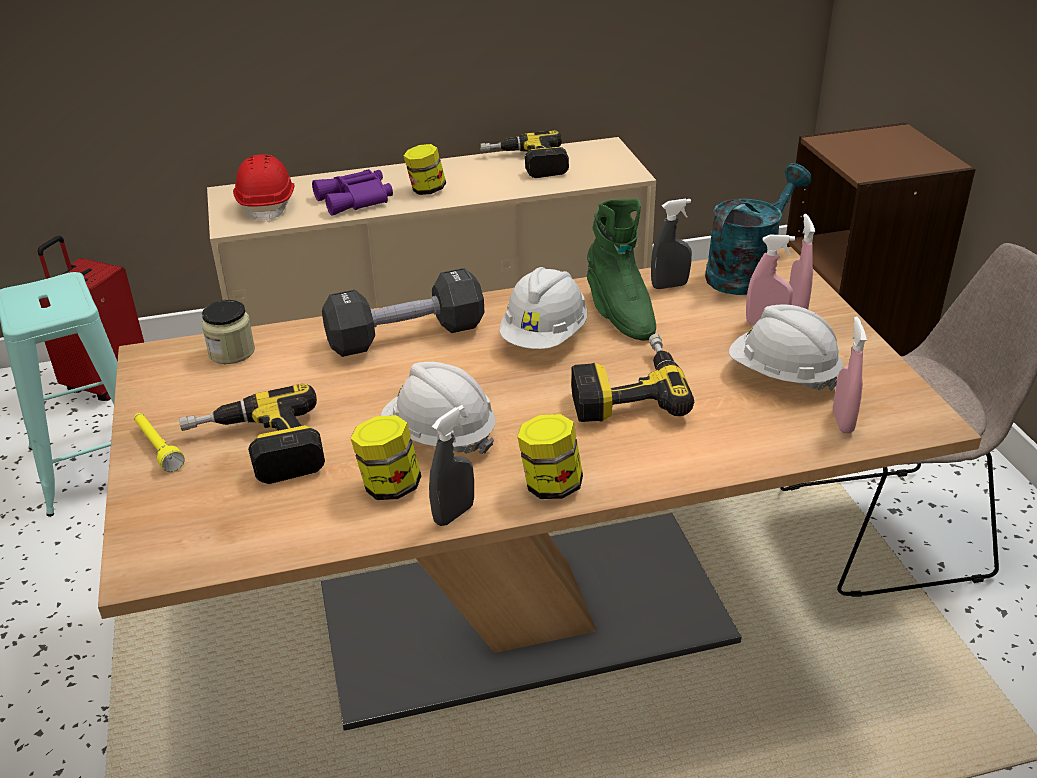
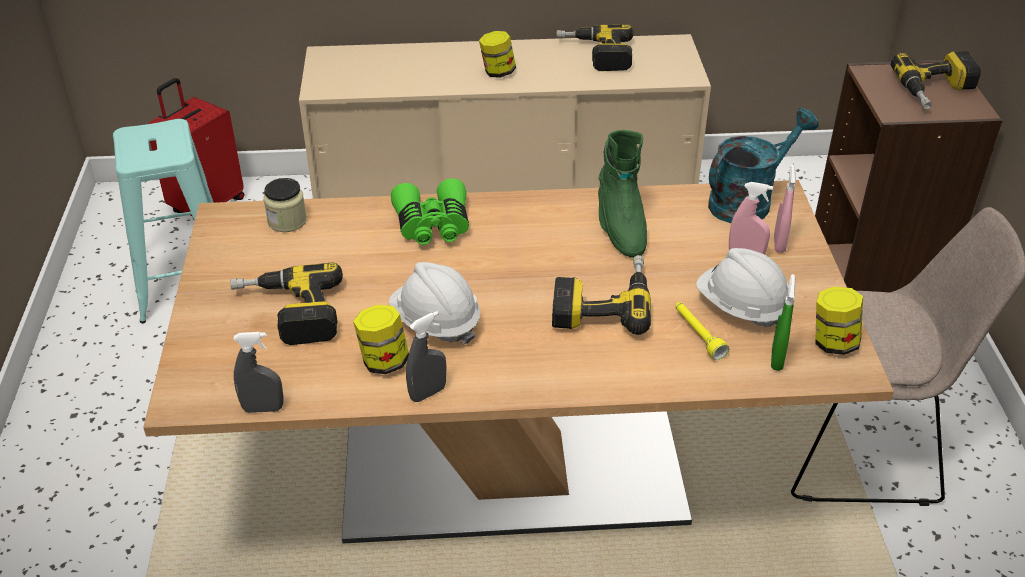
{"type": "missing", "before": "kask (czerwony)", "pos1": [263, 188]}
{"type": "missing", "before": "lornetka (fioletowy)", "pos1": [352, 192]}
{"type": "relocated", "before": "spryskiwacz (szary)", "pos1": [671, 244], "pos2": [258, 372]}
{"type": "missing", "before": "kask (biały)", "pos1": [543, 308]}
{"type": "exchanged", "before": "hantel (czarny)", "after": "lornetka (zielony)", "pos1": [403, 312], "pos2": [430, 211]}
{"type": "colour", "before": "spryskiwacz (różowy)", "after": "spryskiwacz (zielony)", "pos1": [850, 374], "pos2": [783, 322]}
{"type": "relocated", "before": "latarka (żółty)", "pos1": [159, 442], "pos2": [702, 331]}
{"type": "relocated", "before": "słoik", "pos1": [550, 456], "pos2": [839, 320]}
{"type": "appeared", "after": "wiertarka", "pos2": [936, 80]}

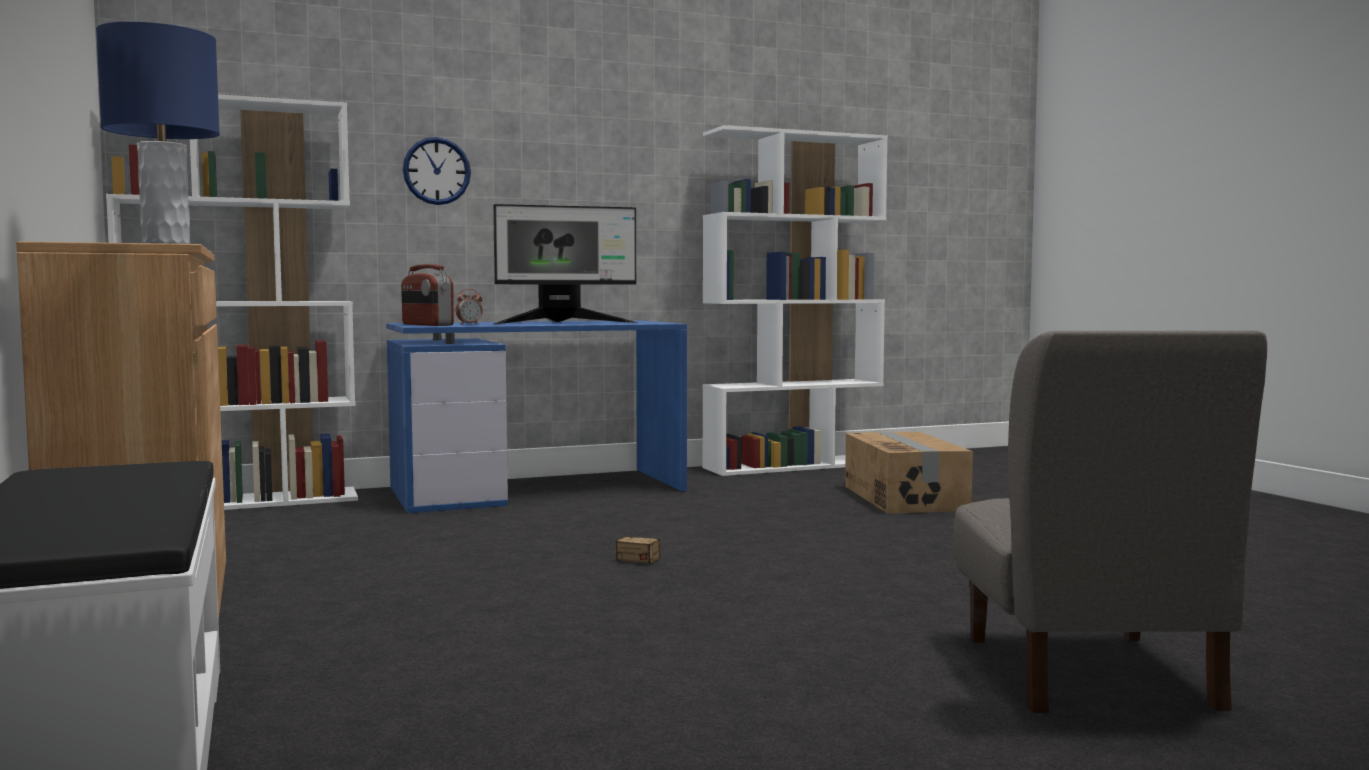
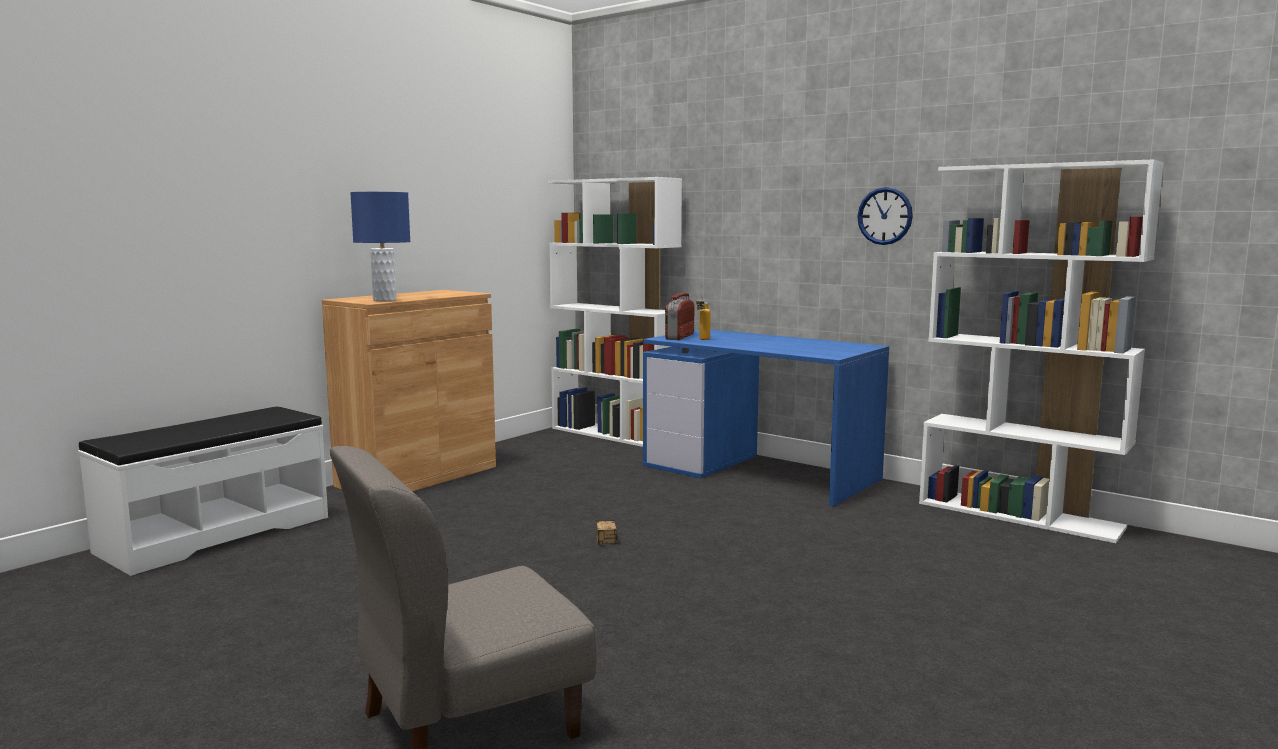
{"type": "relocated", "before": "zegar ścienny", "pos1": [437, 171], "pos2": [885, 216]}
{"type": "missing", "before": "monitor", "pos1": [565, 264]}
{"type": "exchanged", "before": "budzik", "after": "butelka", "pos1": [469, 307], "pos2": [703, 318]}
{"type": "missing", "before": "karton", "pos1": [909, 472]}

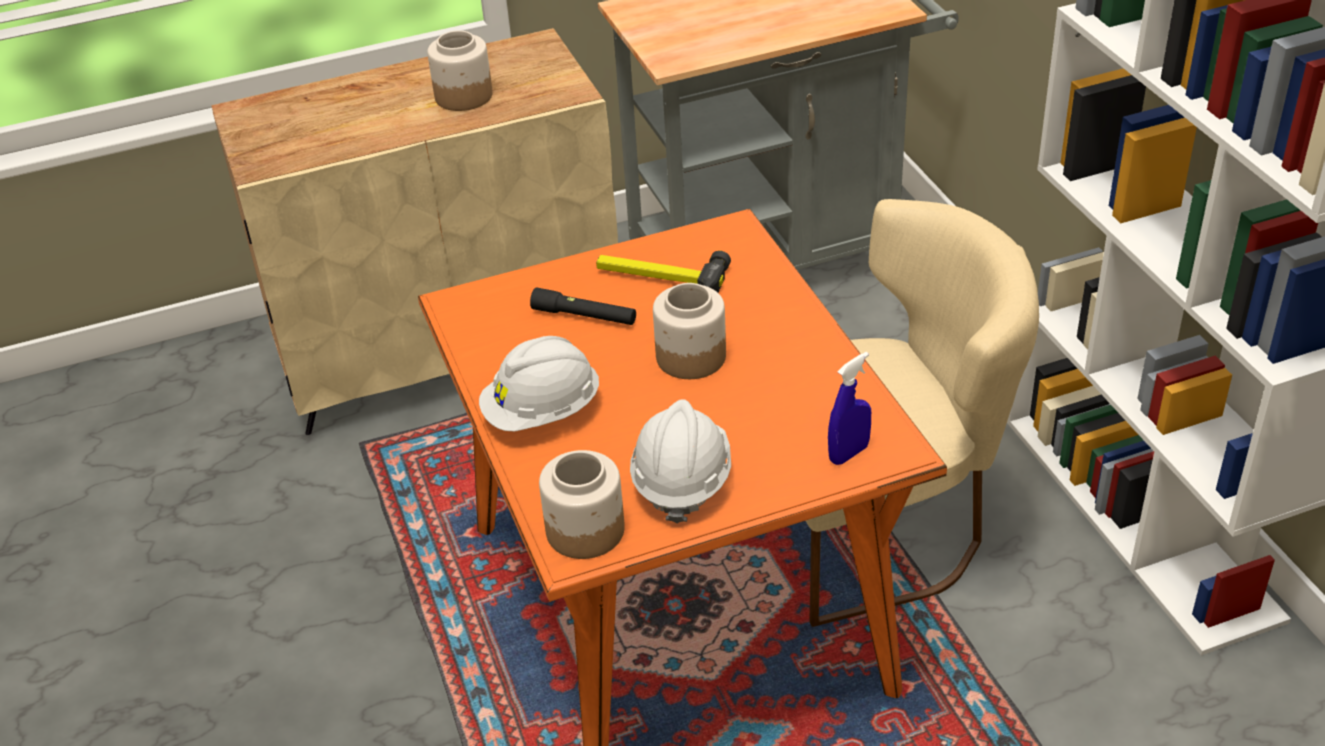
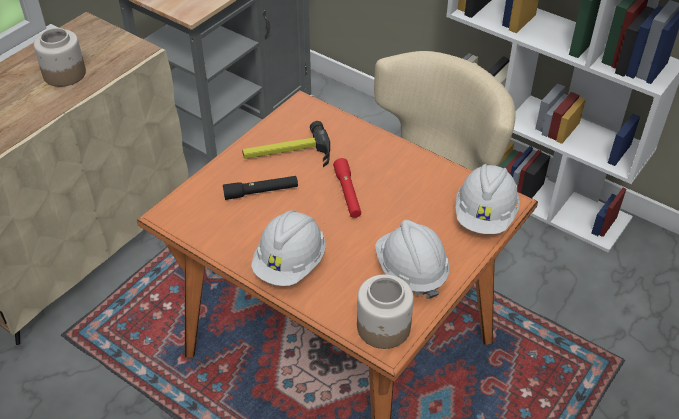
{"type": "exchanged", "before": "słoik", "after": "latarka (czerwony)", "pos1": [689, 331], "pos2": [347, 188]}
{"type": "exchanged", "before": "spryskiwacz (niebieski)", "after": "kask (biały)", "pos1": [849, 408], "pos2": [487, 199]}

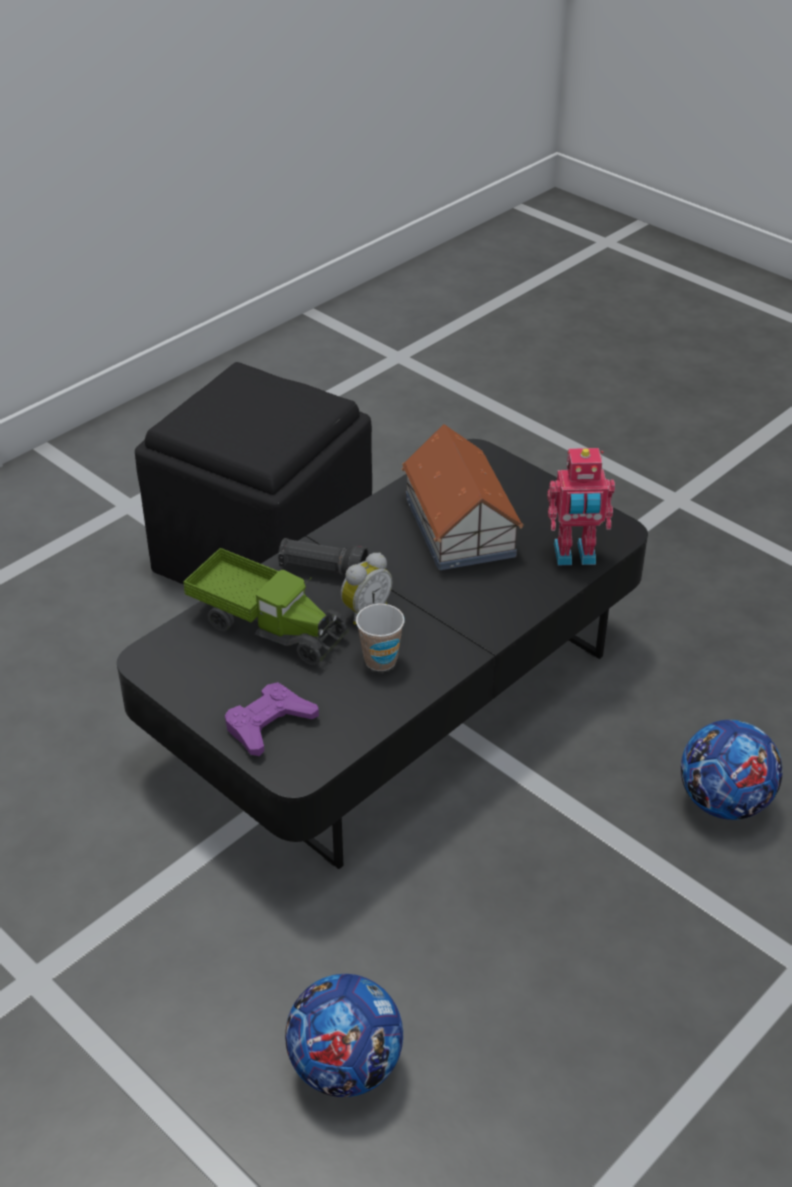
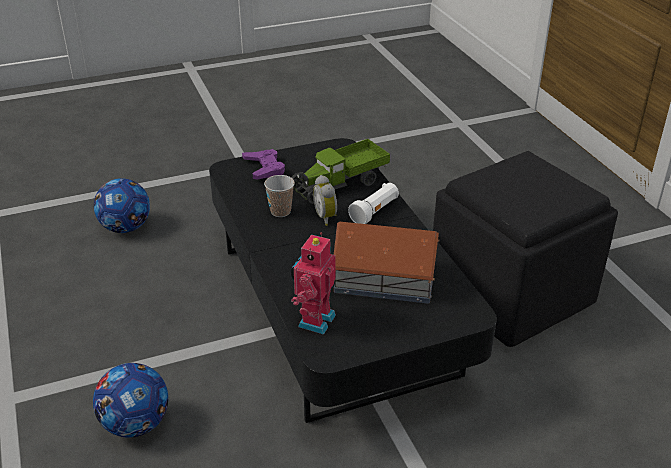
{"type": "colour", "before": "latarka (czarny)", "after": "latarka (biały)", "pos1": [323, 557], "pos2": [373, 203]}

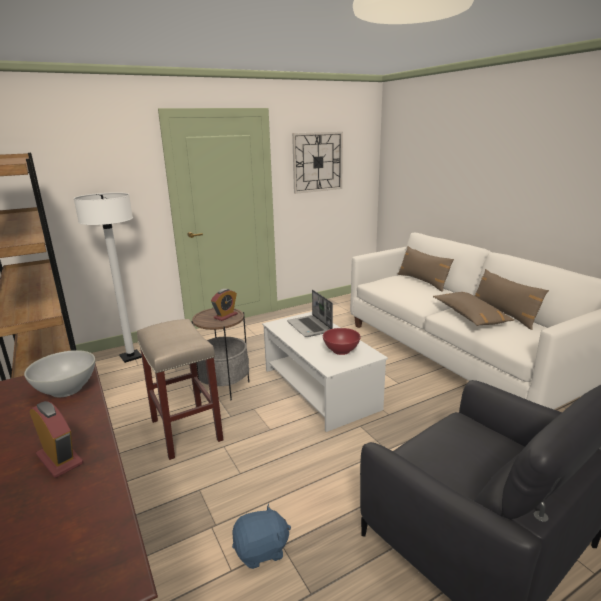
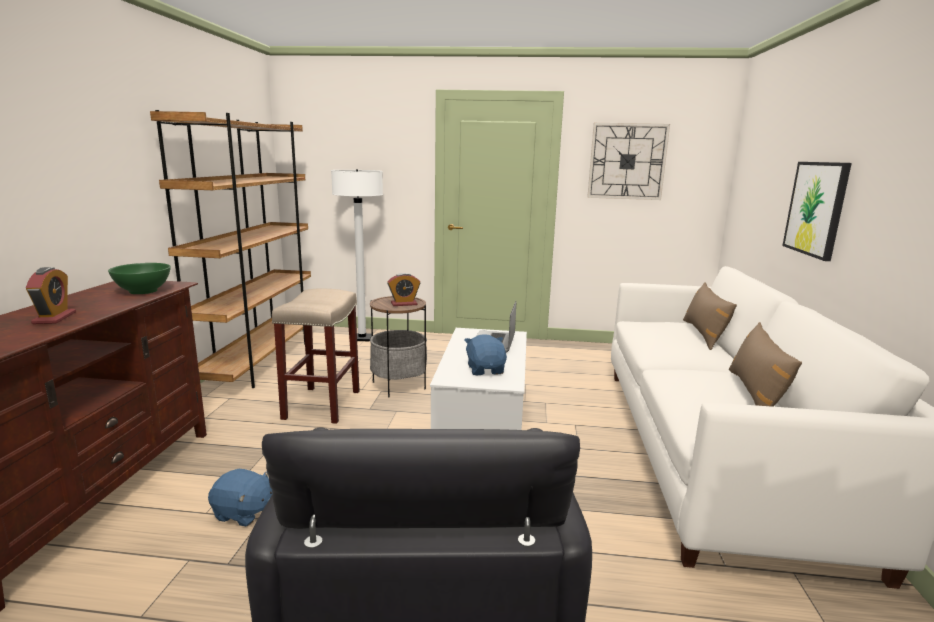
{"type": "missing", "before": "poduszka (brązowy)", "pos1": [473, 309]}
{"type": "exchanged", "before": "miska (czerwony)", "after": "pluszak (niebieski)", "pos1": [342, 341], "pos2": [485, 354]}
{"type": "colour", "before": "miska (biały)", "after": "miska (zielony)", "pos1": [59, 373], "pos2": [139, 278]}
{"type": "appeared", "after": "obraz", "pos2": [817, 211]}

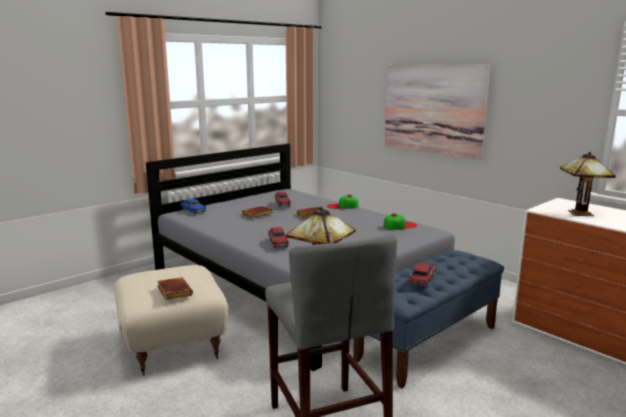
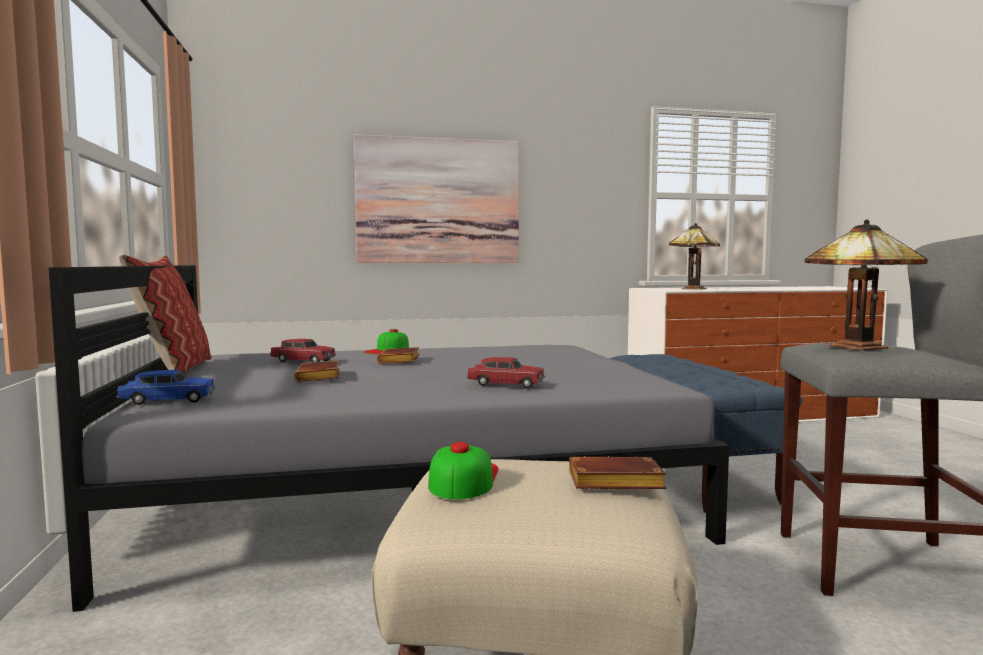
{"type": "relocated", "before": "czapka z daszkiem", "pos1": [400, 221], "pos2": [463, 470]}
{"type": "missing", "before": "samochodzik (czerwony)", "pos1": [422, 275]}
{"type": "appeared", "after": "poduszka", "pos2": [165, 314]}

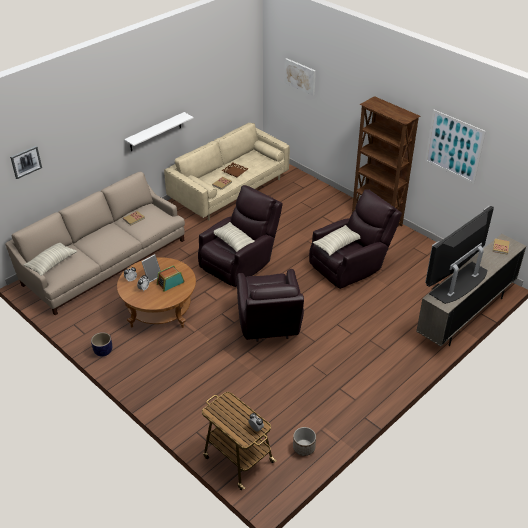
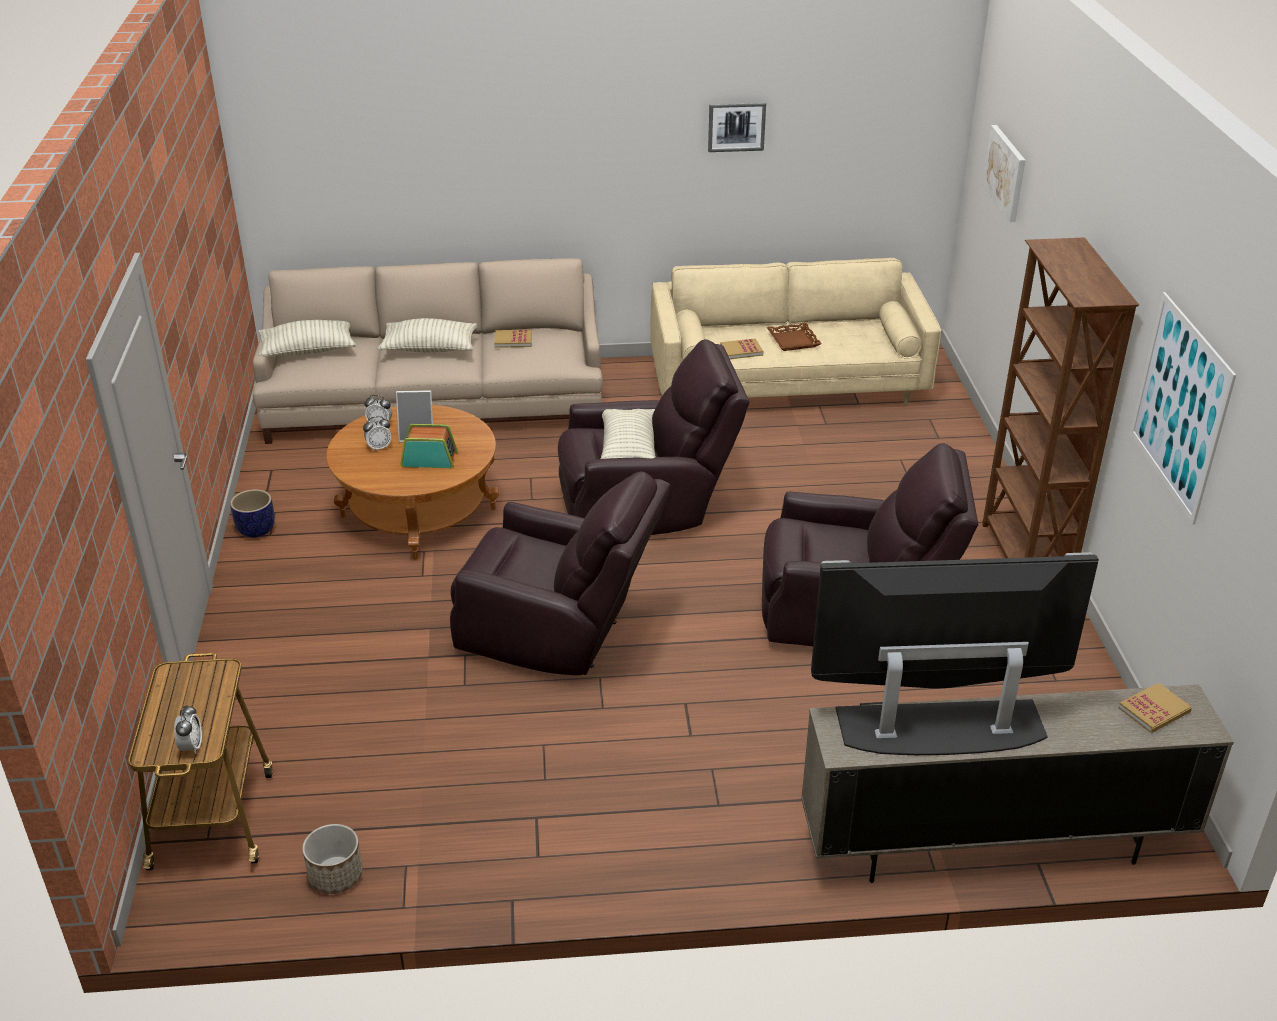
{"type": "missing", "before": "półka (biały)", "pos1": [159, 131]}
{"type": "relocated", "before": "obraz", "pos1": [26, 162], "pos2": [737, 127]}
{"type": "relocated", "before": "poduszka", "pos1": [336, 240], "pos2": [427, 335]}
{"type": "spun", "before": "fotel (brązowy)", "pos1": [270, 305], "pos2": [560, 573], "turn": -105}

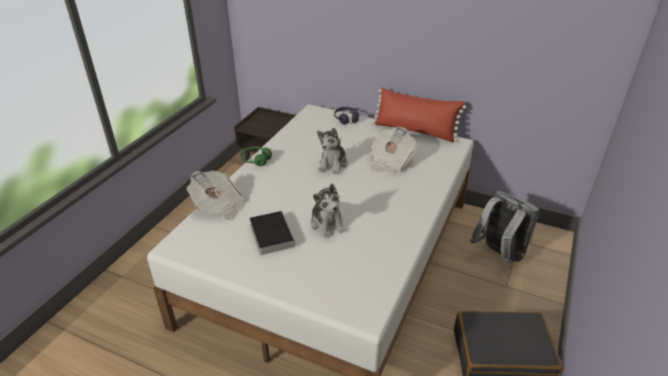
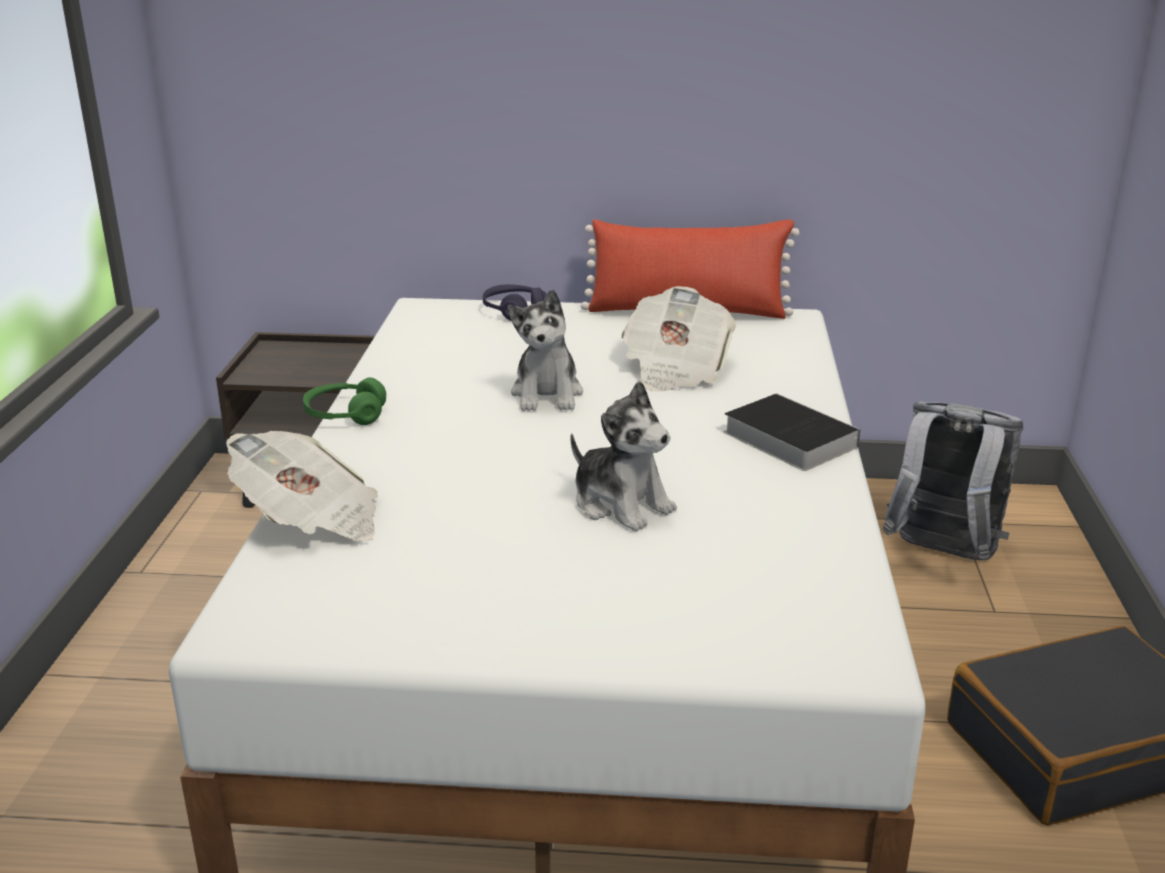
{"type": "relocated", "before": "książka", "pos1": [272, 233], "pos2": [792, 432]}

